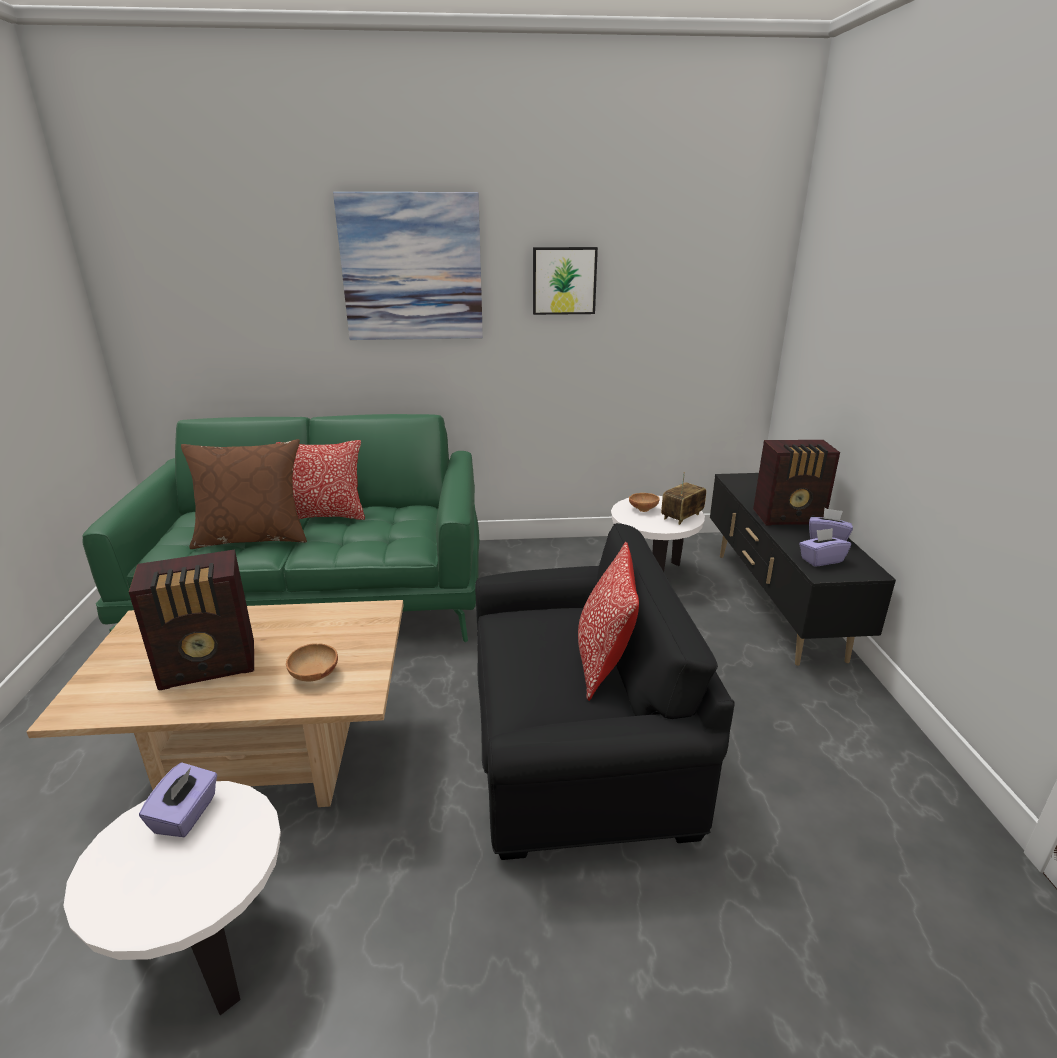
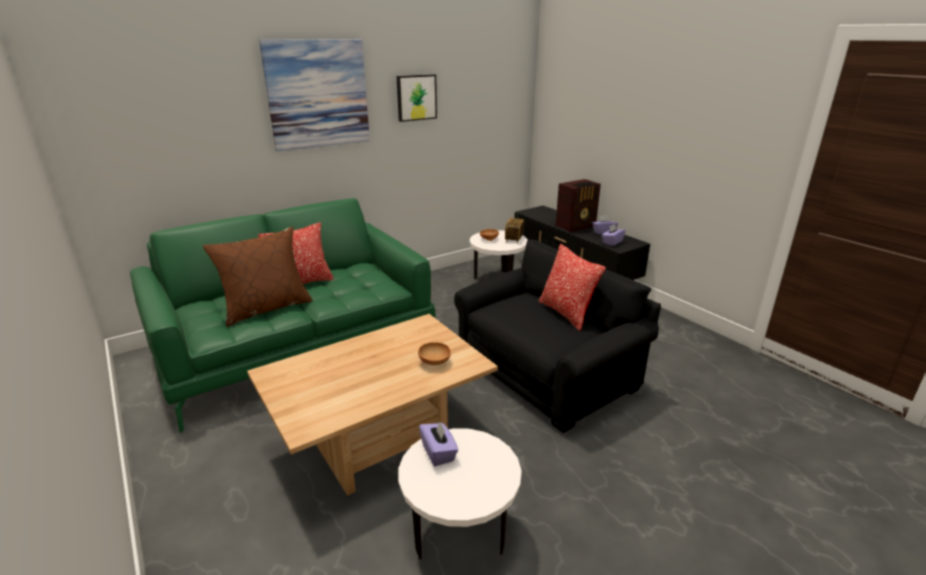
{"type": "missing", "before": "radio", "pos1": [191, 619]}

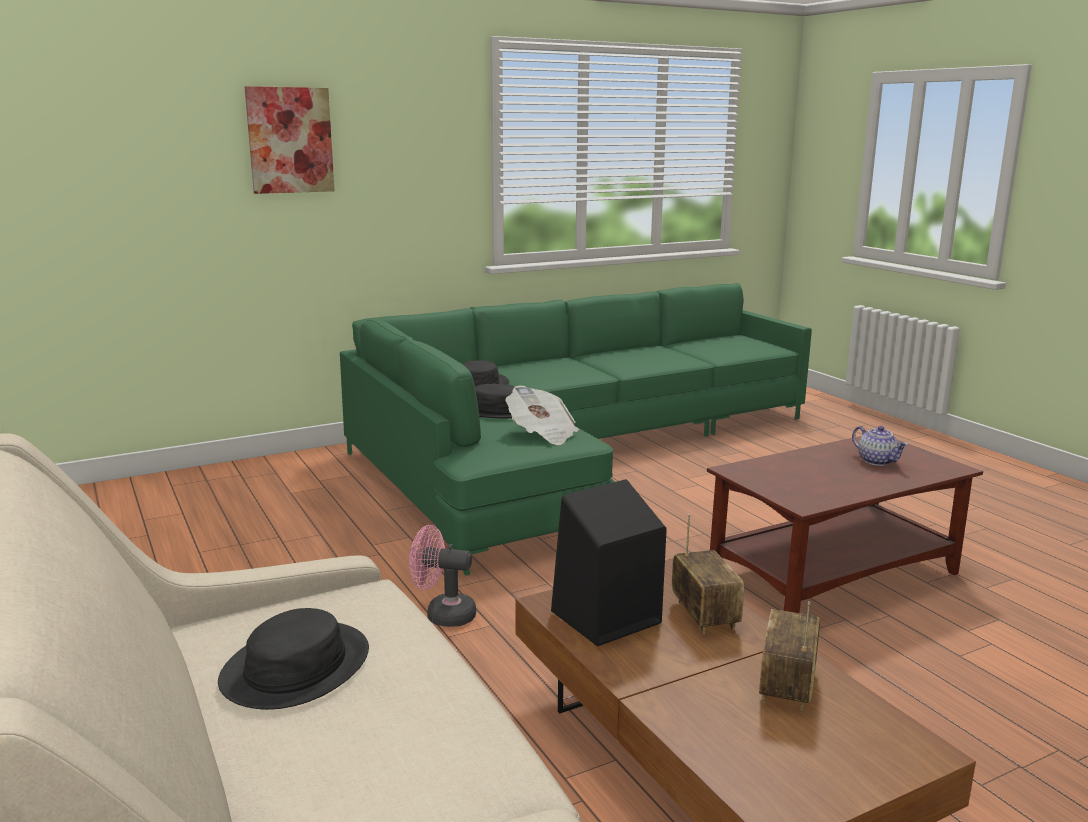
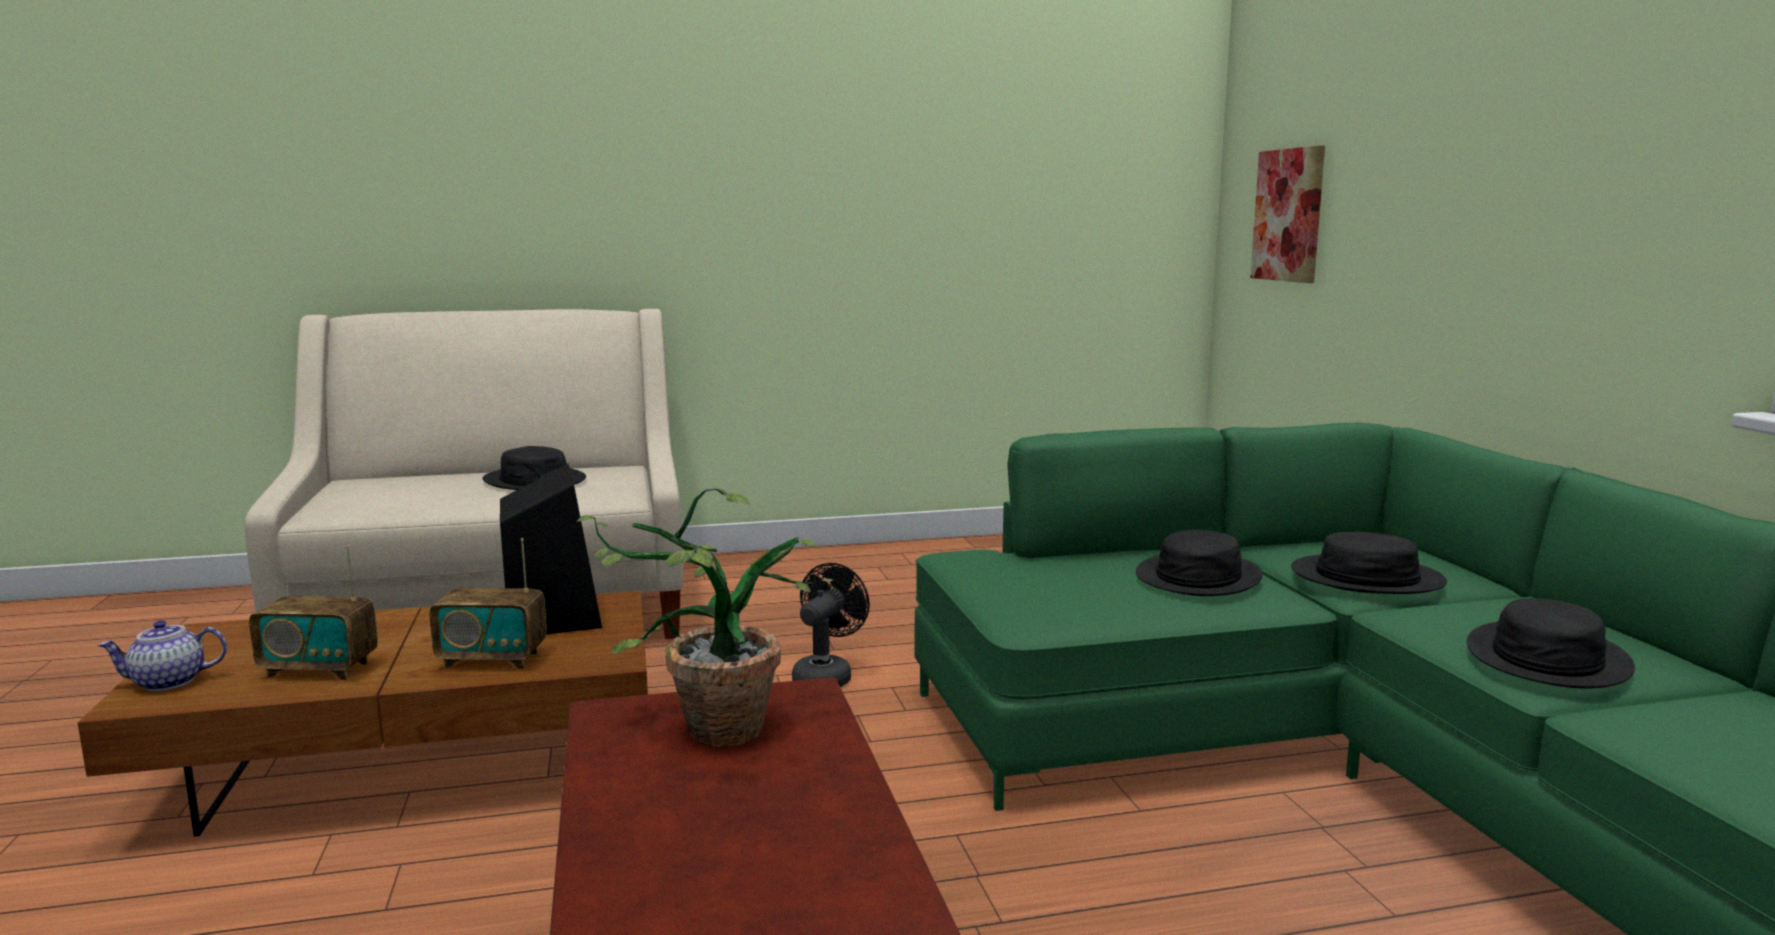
{"type": "relocated", "before": "obraz", "pos1": [290, 140], "pos2": [1287, 214]}
{"type": "missing", "before": "gazeta", "pos1": [542, 415]}
{"type": "relocated", "before": "imbryk", "pos1": [880, 446], "pos2": [162, 655]}
{"type": "colour", "before": "wentylator (różowy)", "after": "wentylator (czarny)", "pos1": [442, 576], "pos2": [831, 625]}
{"type": "spun", "before": "radio", "pos1": [789, 655], "pos2": [313, 613], "turn": 150}
{"type": "appeared", "after": "roślina doniczkowa", "pos2": [704, 617]}
{"type": "appeared", "after": "kapelusz (czarny)", "pos2": [1551, 643]}

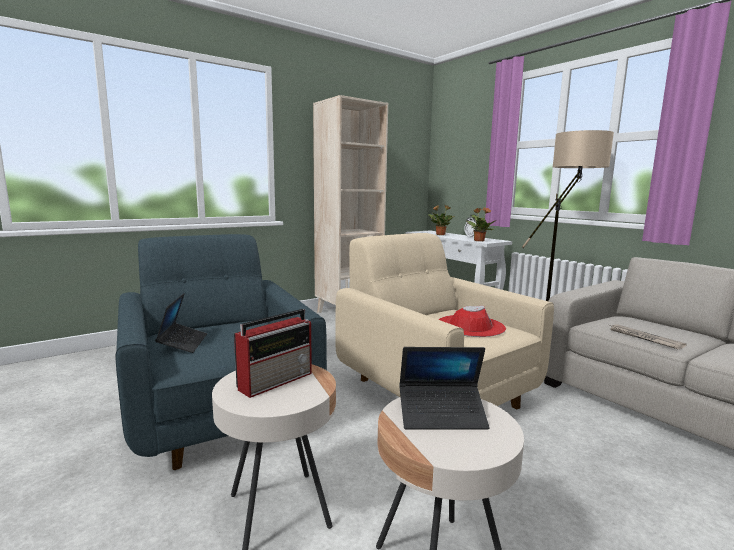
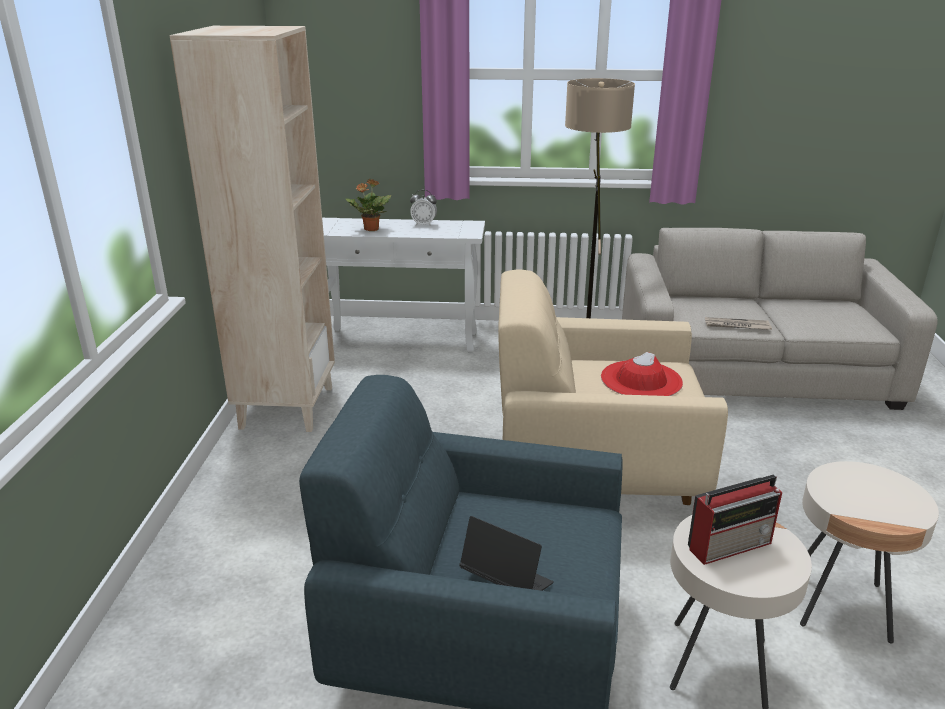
{"type": "missing", "before": "roślina doniczkowa", "pos1": [480, 224]}
{"type": "spun", "before": "radio", "pos1": [273, 353], "pos2": [735, 520], "turn": 75}
{"type": "missing", "before": "laptop", "pos1": [444, 388]}

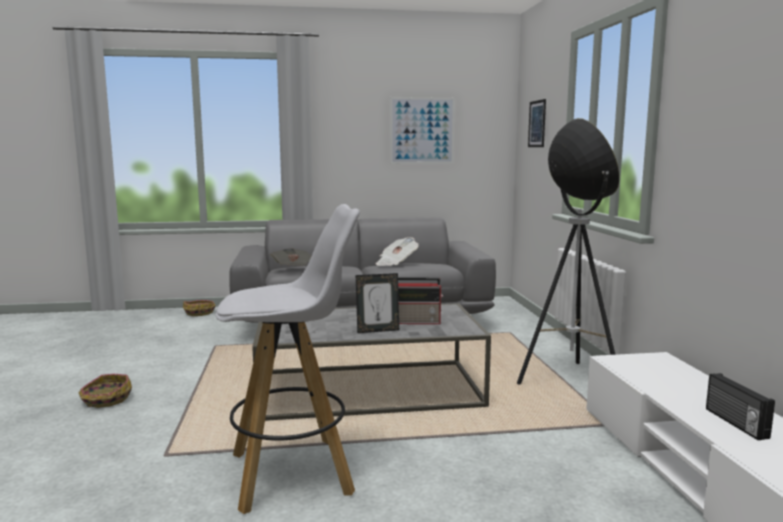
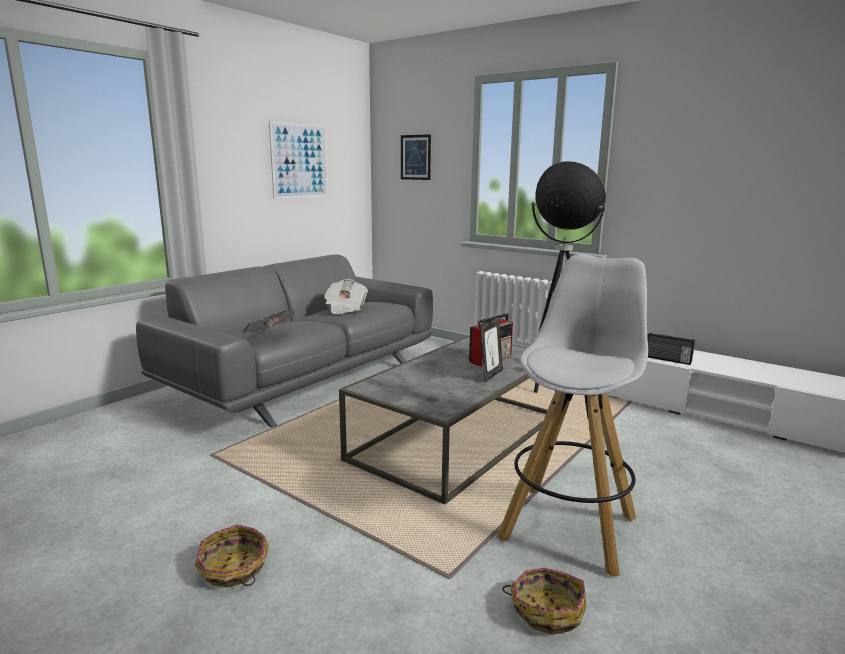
{"type": "relocated", "before": "koszyk", "pos1": [199, 308], "pos2": [544, 601]}
{"type": "relocated", "before": "radio", "pos1": [740, 406], "pos2": [671, 349]}

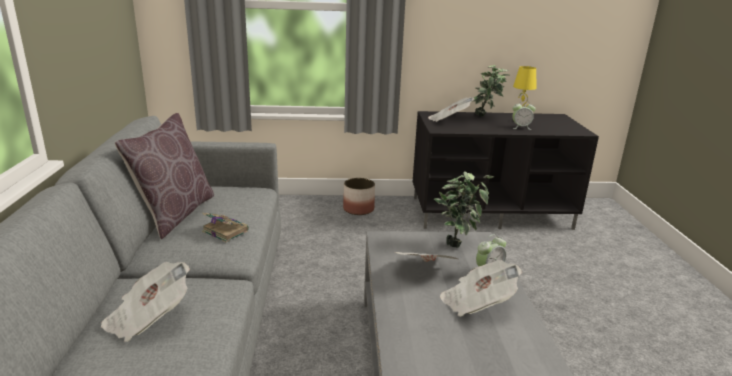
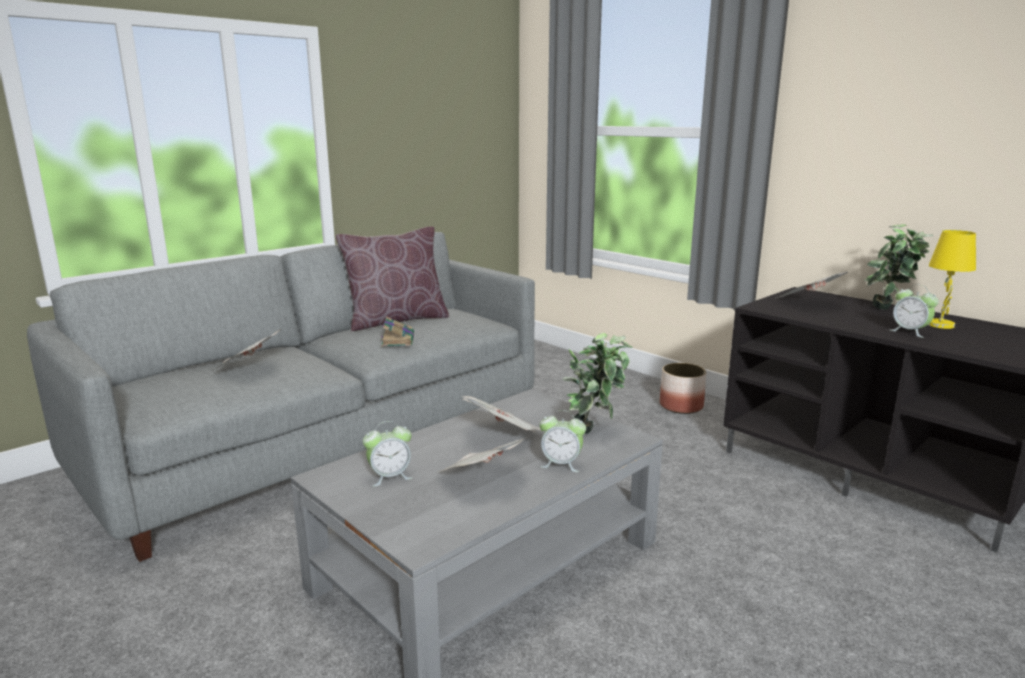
{"type": "appeared", "after": "budzik", "pos2": [387, 454]}

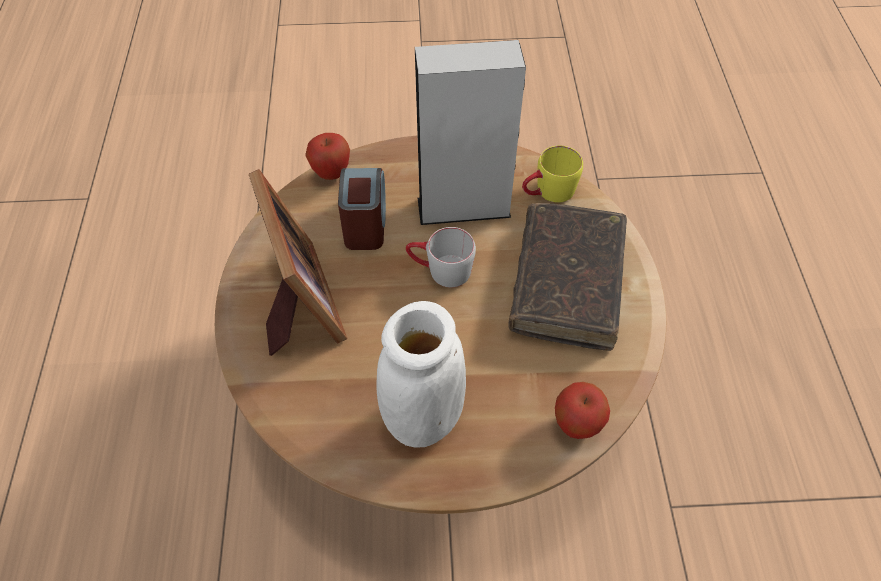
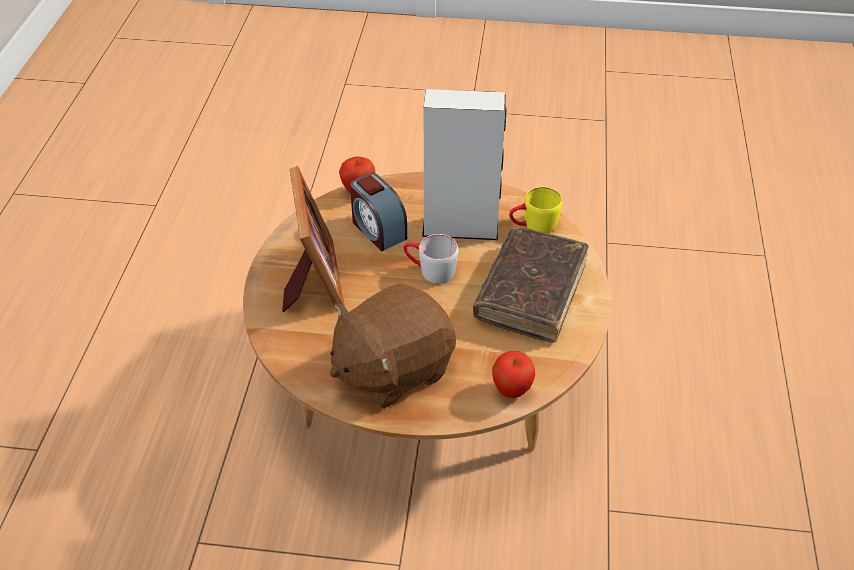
{"type": "spun", "before": "budzik", "pos1": [362, 209], "pos2": [378, 212], "turn": 135}
{"type": "exchanged", "before": "wazon (biały)", "after": "pluszak (brązowy)", "pos1": [421, 374], "pos2": [393, 345]}

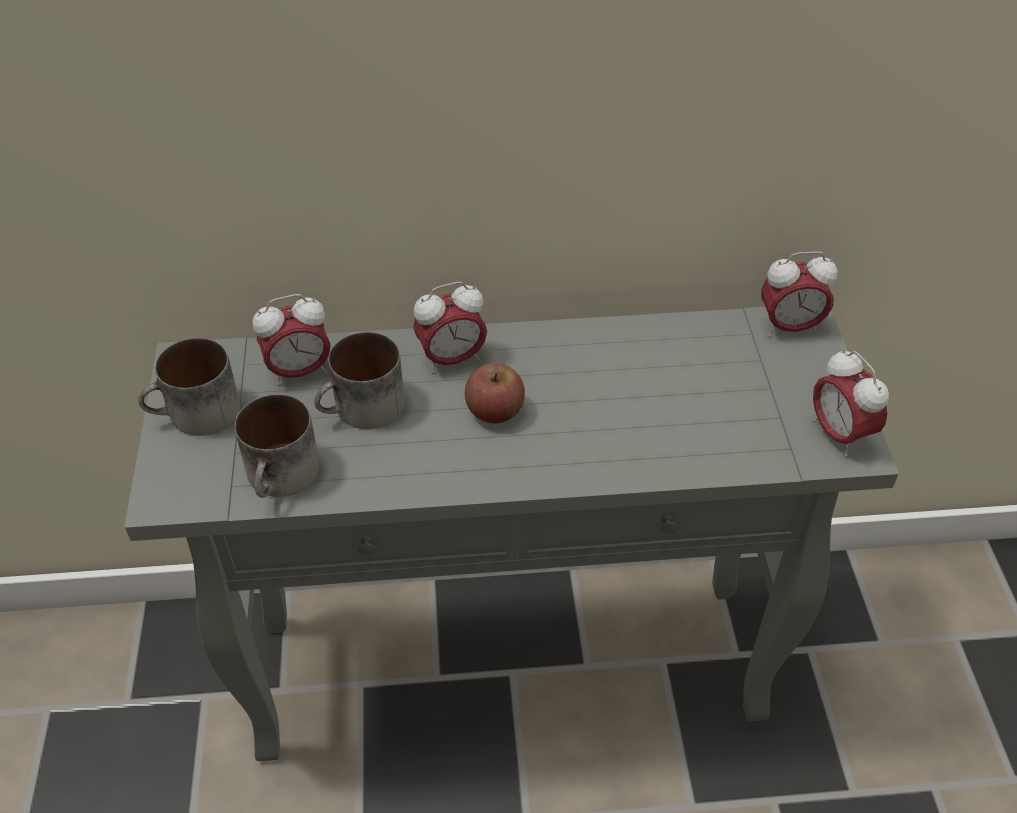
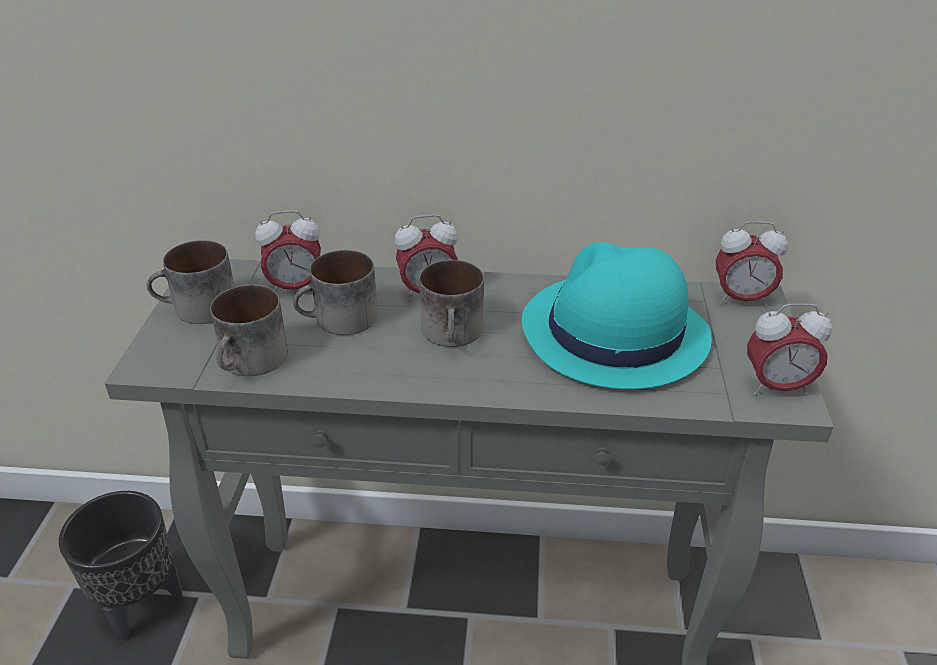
{"type": "spun", "before": "budzik", "pos1": [851, 403], "pos2": [789, 349], "turn": -75}
{"type": "exchanged", "before": "jabłko", "after": "kubek", "pos1": [495, 393], "pos2": [451, 303]}
{"type": "appeared", "after": "kapelusz (turkusowy)", "pos2": [616, 315]}
{"type": "appeared", "after": "donica (czarny)", "pos2": [121, 566]}

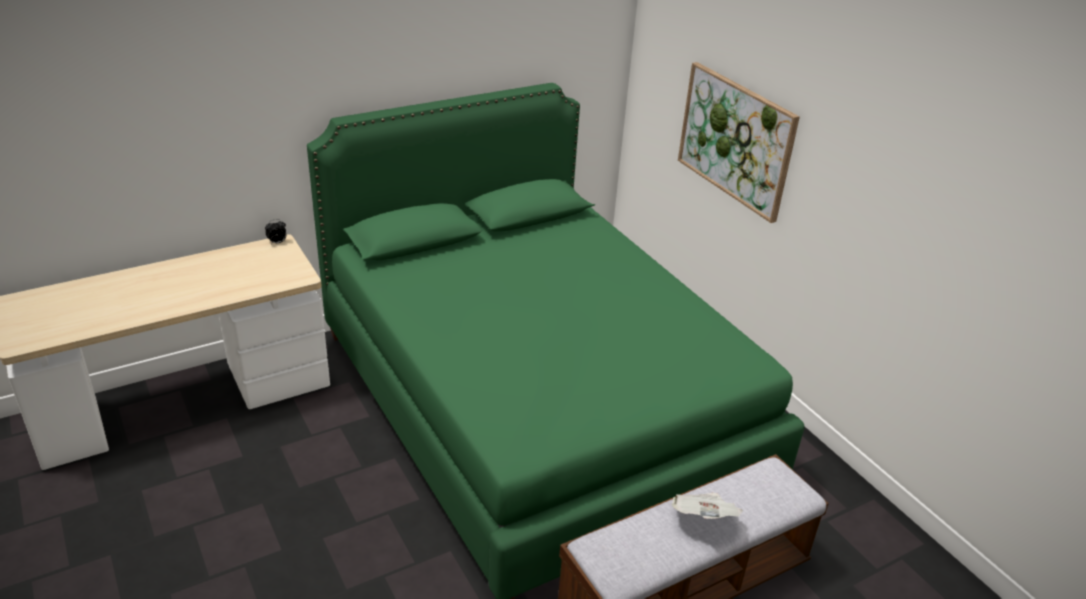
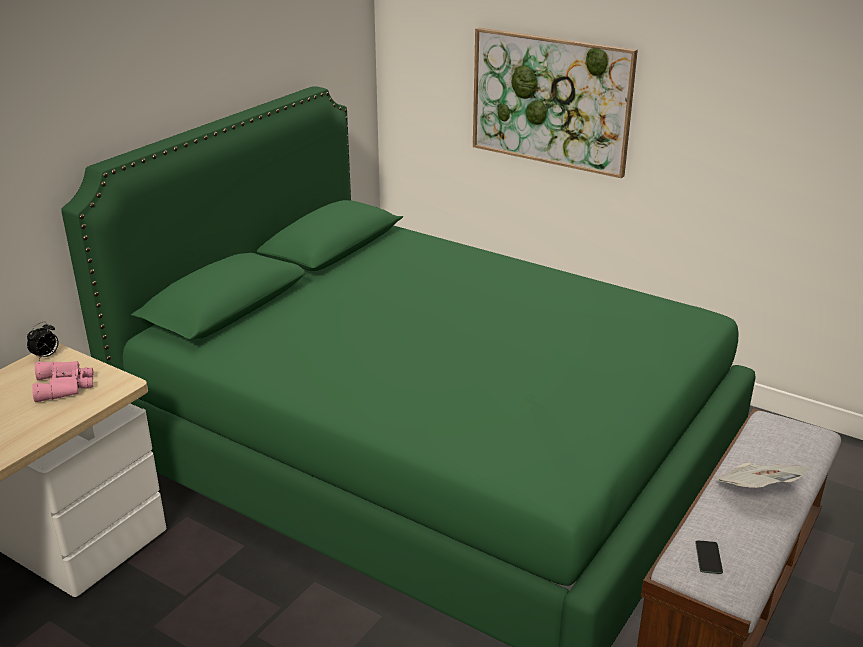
{"type": "appeared", "after": "lornetka (różowy)", "pos2": [62, 381]}
{"type": "appeared", "after": "telefon", "pos2": [709, 557]}

